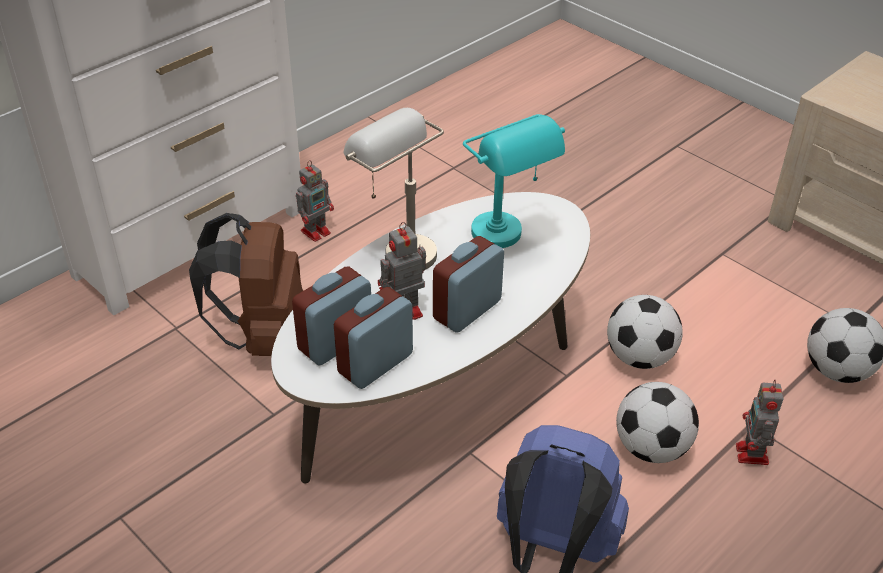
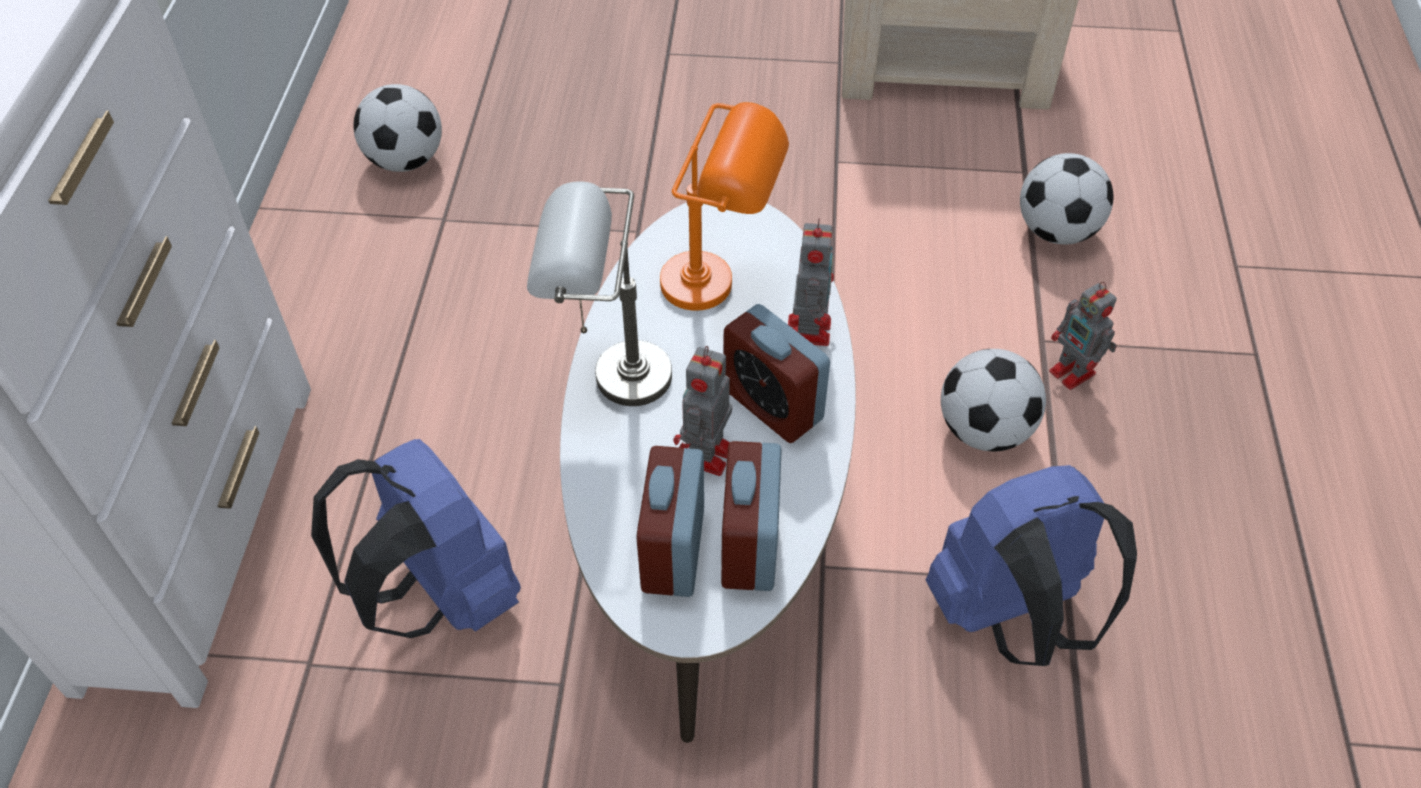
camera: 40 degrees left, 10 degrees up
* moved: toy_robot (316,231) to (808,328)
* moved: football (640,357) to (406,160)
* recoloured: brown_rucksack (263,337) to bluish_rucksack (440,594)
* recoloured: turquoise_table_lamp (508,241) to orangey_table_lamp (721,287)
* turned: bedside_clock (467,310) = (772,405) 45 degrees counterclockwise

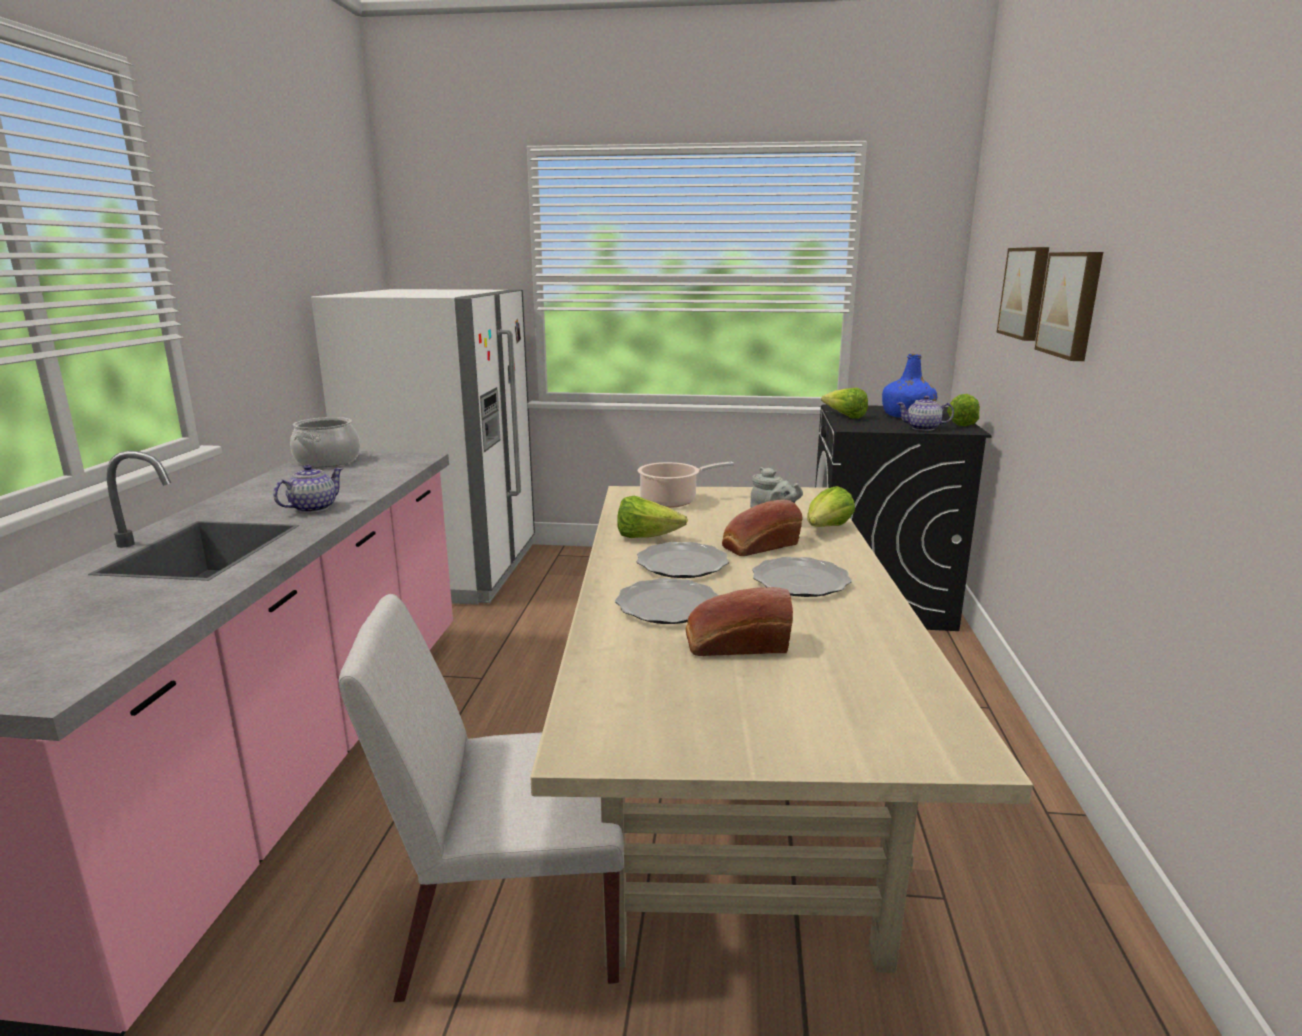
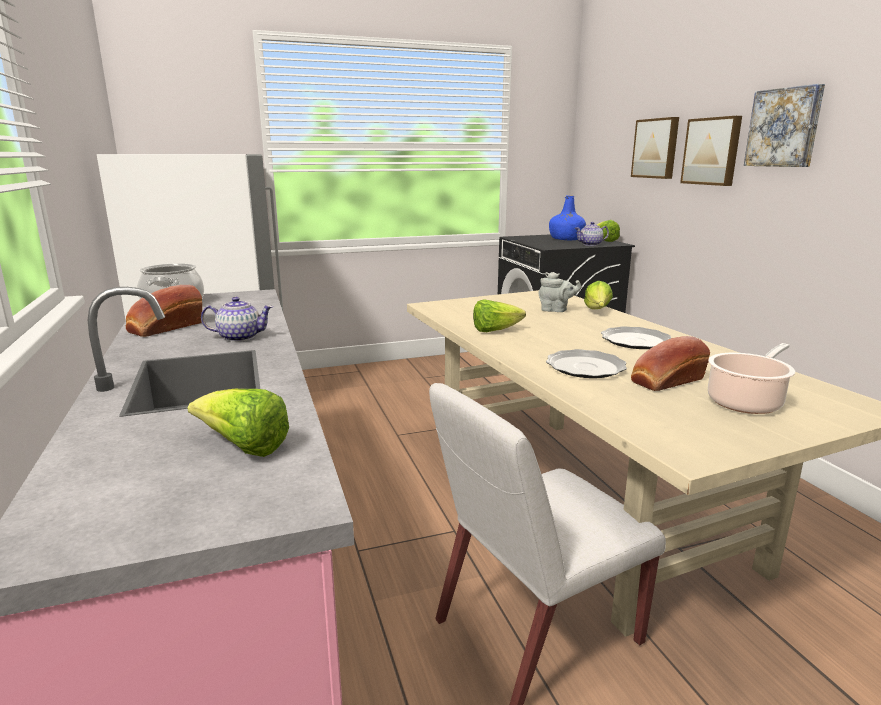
camera: 25 degrees left, 0 degrees up
* removed: flat_dish (682,564)
* added: picture (784,128)
* moved: stockpot (672,501) to (746,402)
* moved: baked_bread (758,546) to (164,328)
* moved: lettuce (845,417) to (244,447)
* turned: teapot (312,508) = (239,337) 75 degrees clockwise

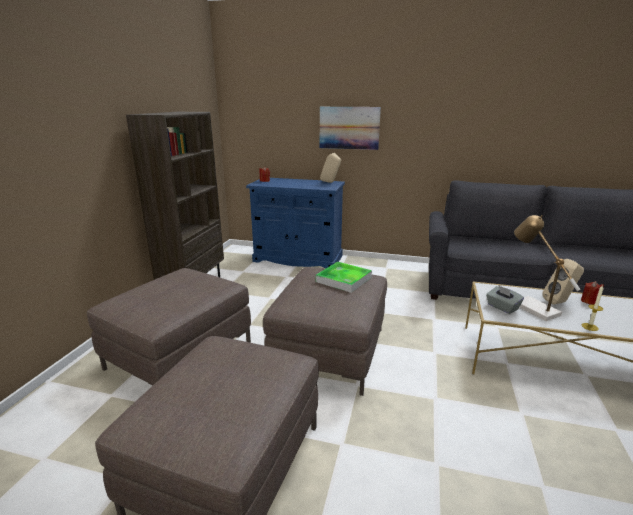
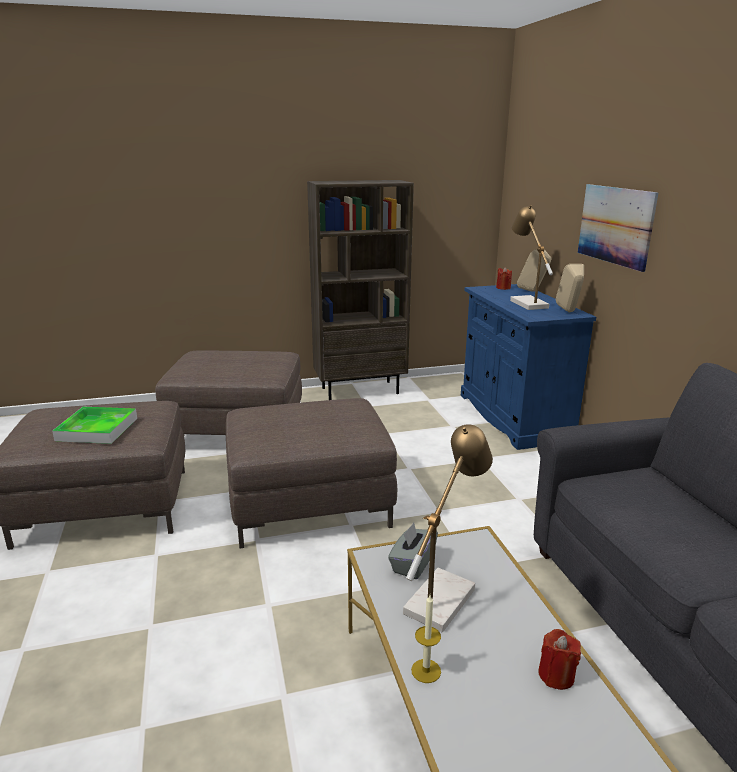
camera: 60 degrees right, 0 degrees up
* added: table_lamp (525,303)
* moved: tray (344,279) to (97,429)
* moved: beige_loudspeaker (559,302) to (533,291)

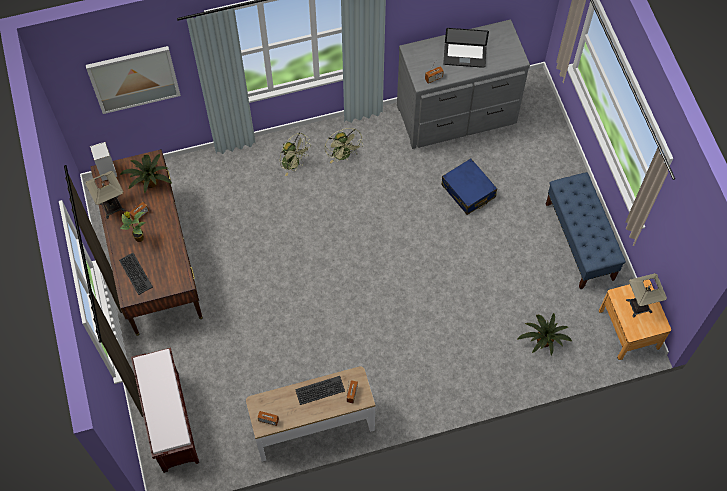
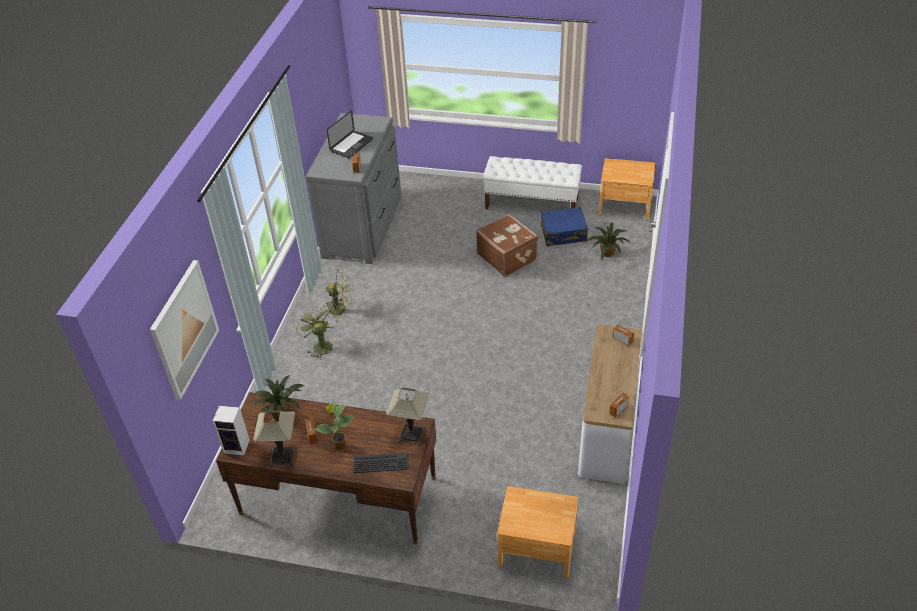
camera: 60 degrees left, 20 degrees down
* removed: keyboard (320,391)
* added: brown_travel_case (507,257)
* moved: bluish_travel_case (468,191) to (563,233)
* moved: table_lamp (639,306) to (411,435)
* replaced: brown_bench (170,421) to brown_night_table (536,548)
* recoloured: bluish_bench (579,241) to white_bench (532,203)
* turned: green_cooling_fan (294,163) = (320,345) 90 degrees counterclockwise

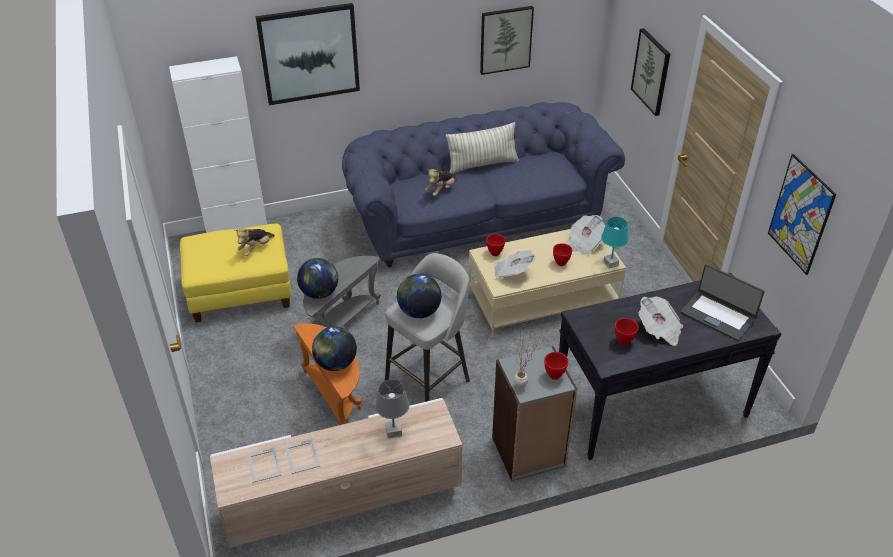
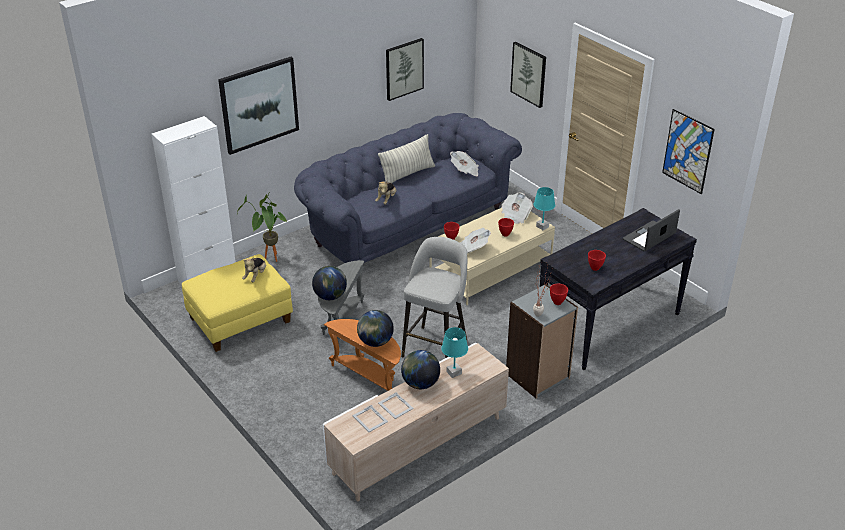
camera: 20 degrees left, 5 degrees down
* added: plant_in_a_pot (270,259)
* moved: globe (419,311) to (420,383)
* moved: daily_paper (659,330) to (465,170)
* recoloured: grey_table_lamp (394,431) to turquoise_table_lamp (454,372)
* turned: notebook_computer (718,315) = (649,237) 120 degrees clockwise

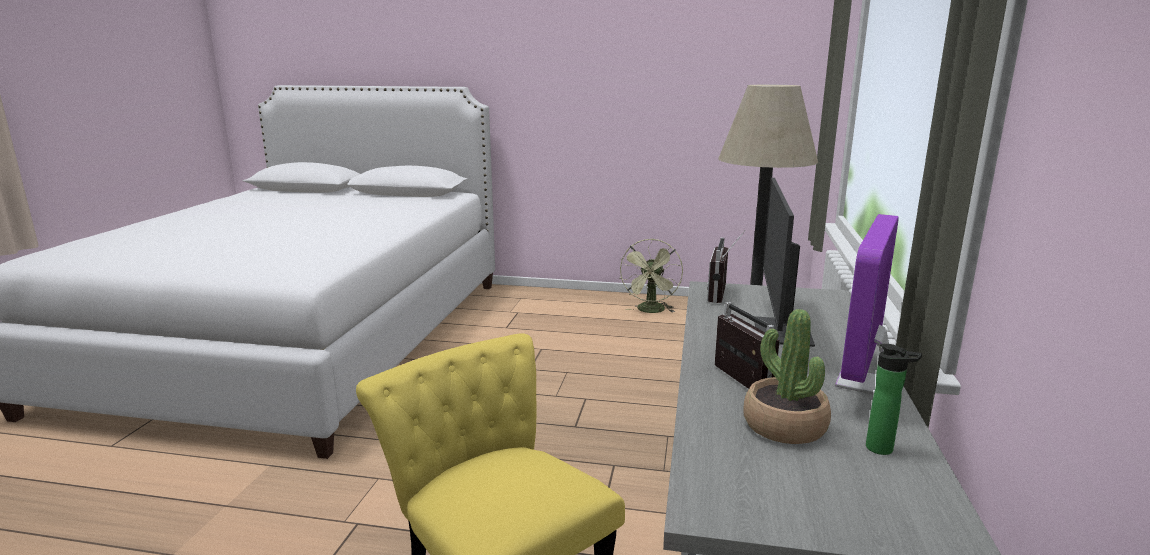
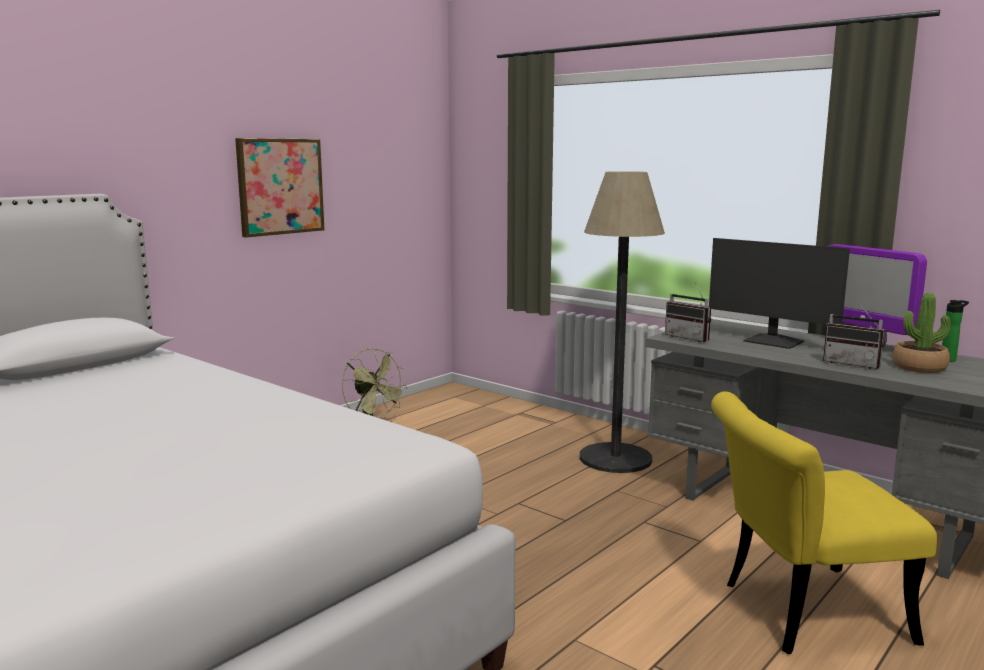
camera: 60 degrees left, 5 degrees down
* added: picture (280,186)
* turned: radio (734,382) = (853,363) 150 degrees counterclockwise

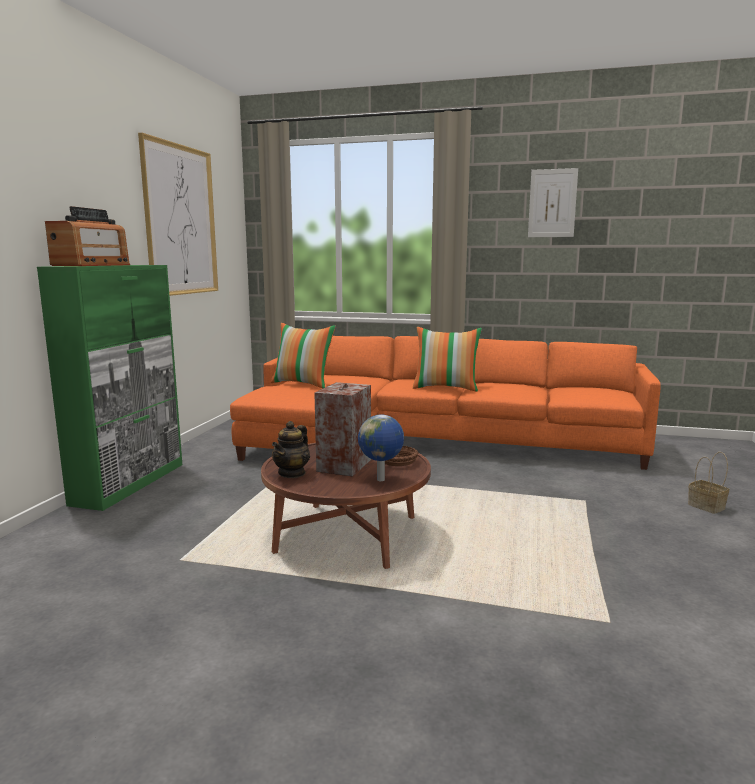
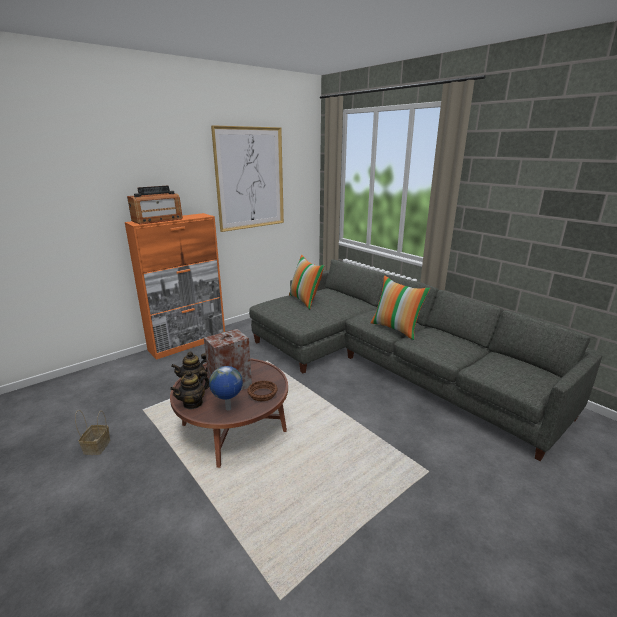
camera: 35 degrees right, 10 degrees up
* removed: picture (552,203)
* added: teapot (193,403)
* moved: household_basket (707,506) to (97,447)
* recoloured: green_cabinet (130,483) to orangey_cabinet (188,343)
* recoloured: orangey_settee (426,442) to grey_settee (385,362)

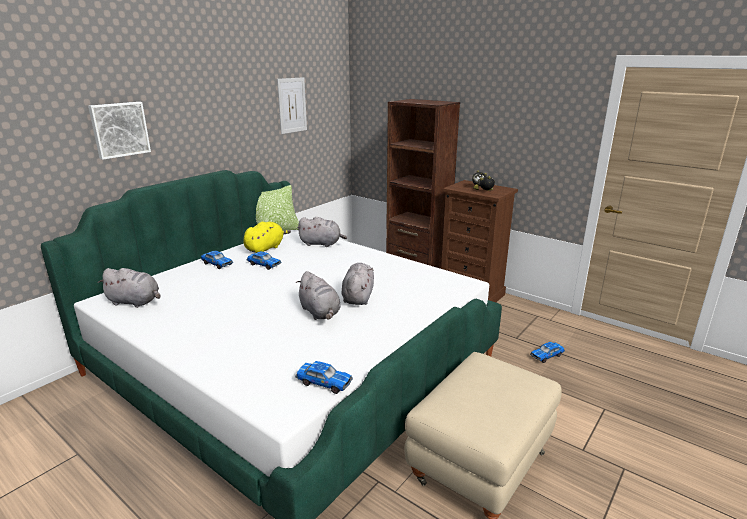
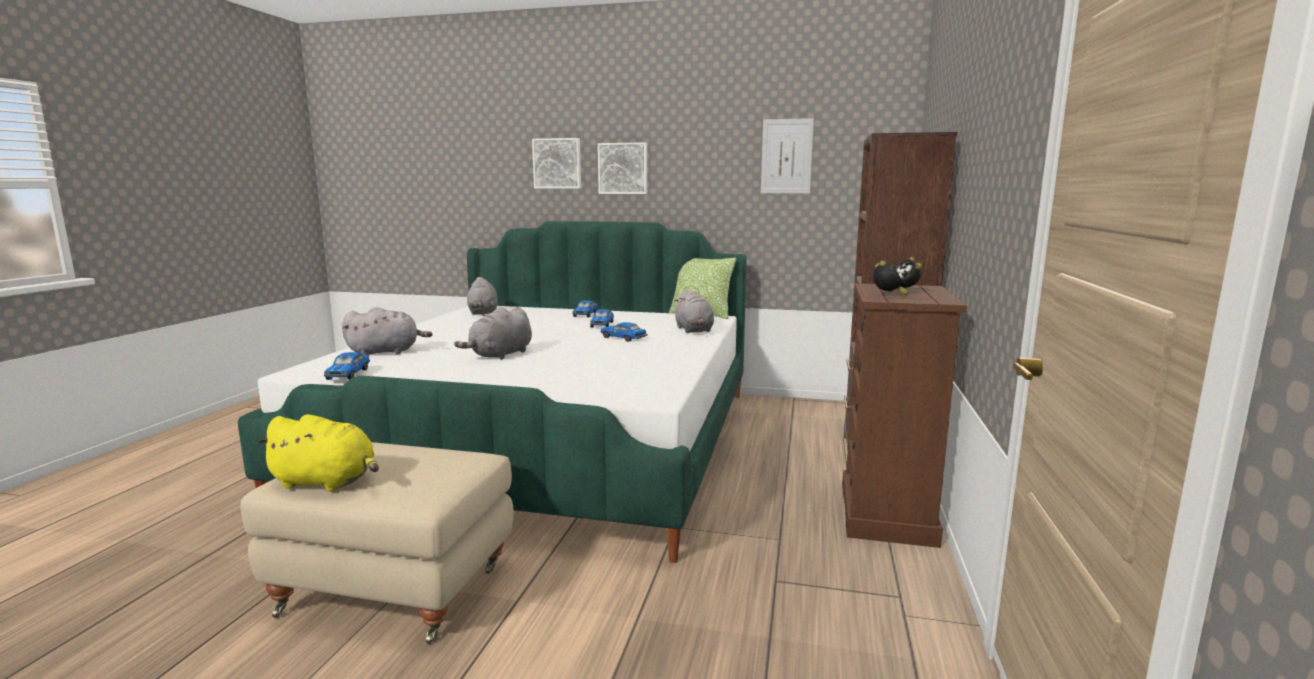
camera: 65 degrees right, 10 degrees down
* added: picture (623,168)
* moved: yellow-coloured_soft_toy (265,248) to (327,482)
* moved: grey_soft_toy (358,296) to (386,352)
* moved: toy_car (547,355) to (623,338)

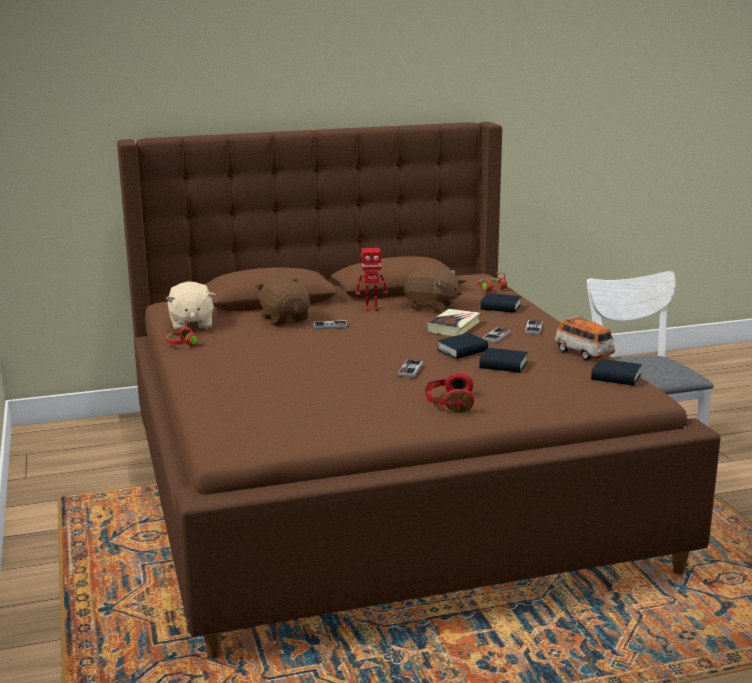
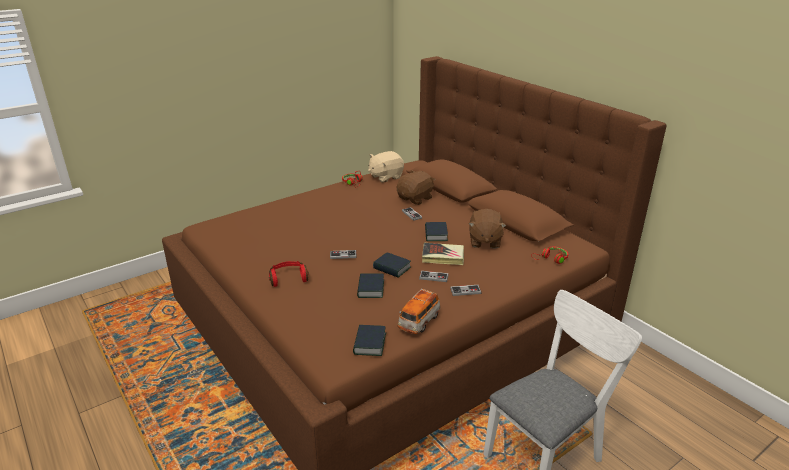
camera: 70 degrees right, 10 degrees up
* removed: toy_robot (371,309)
* moved: bound_book (500,307) to (436,234)

